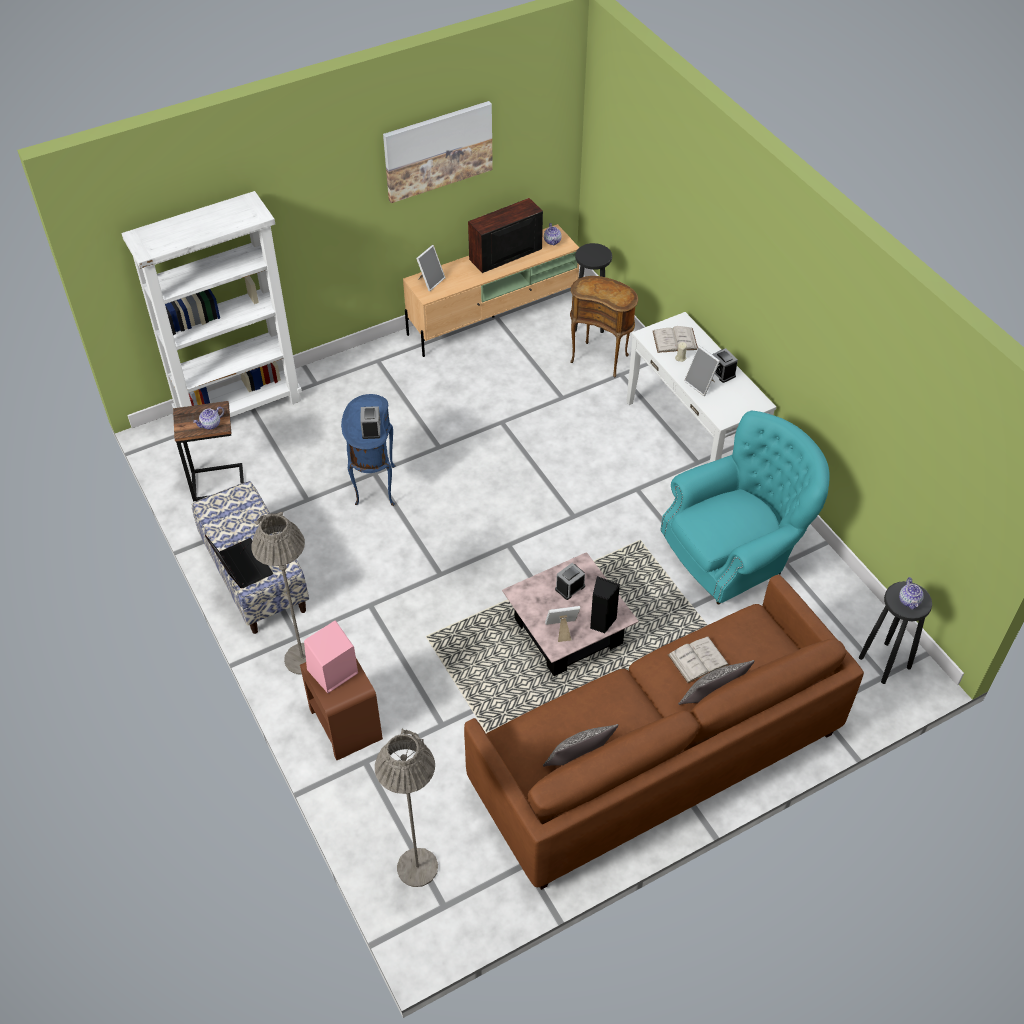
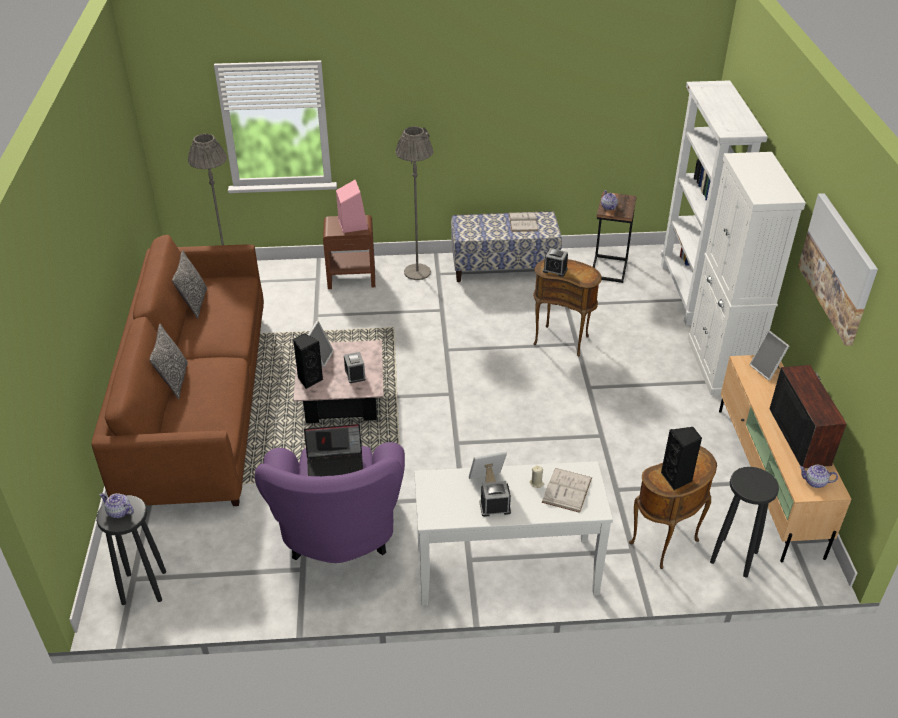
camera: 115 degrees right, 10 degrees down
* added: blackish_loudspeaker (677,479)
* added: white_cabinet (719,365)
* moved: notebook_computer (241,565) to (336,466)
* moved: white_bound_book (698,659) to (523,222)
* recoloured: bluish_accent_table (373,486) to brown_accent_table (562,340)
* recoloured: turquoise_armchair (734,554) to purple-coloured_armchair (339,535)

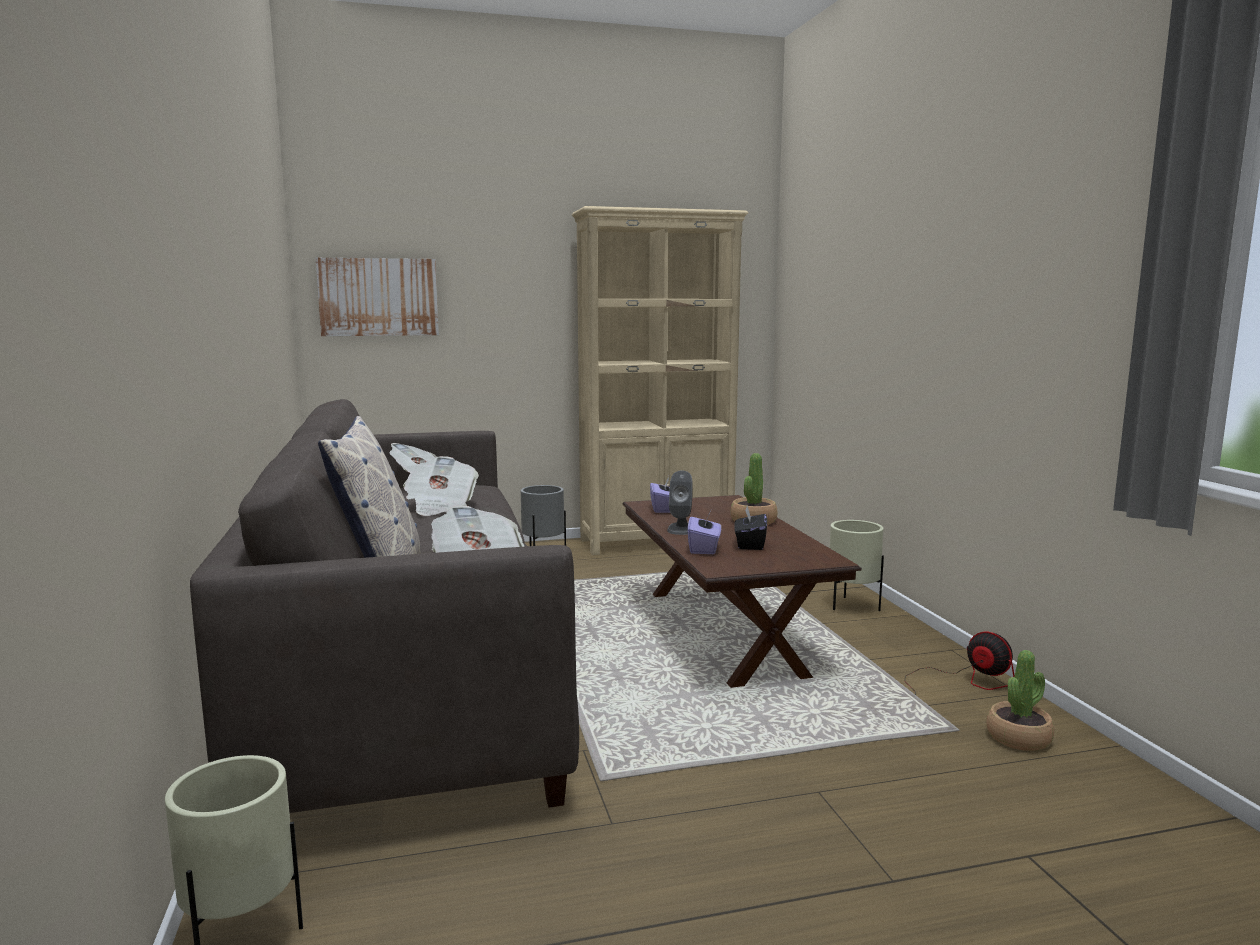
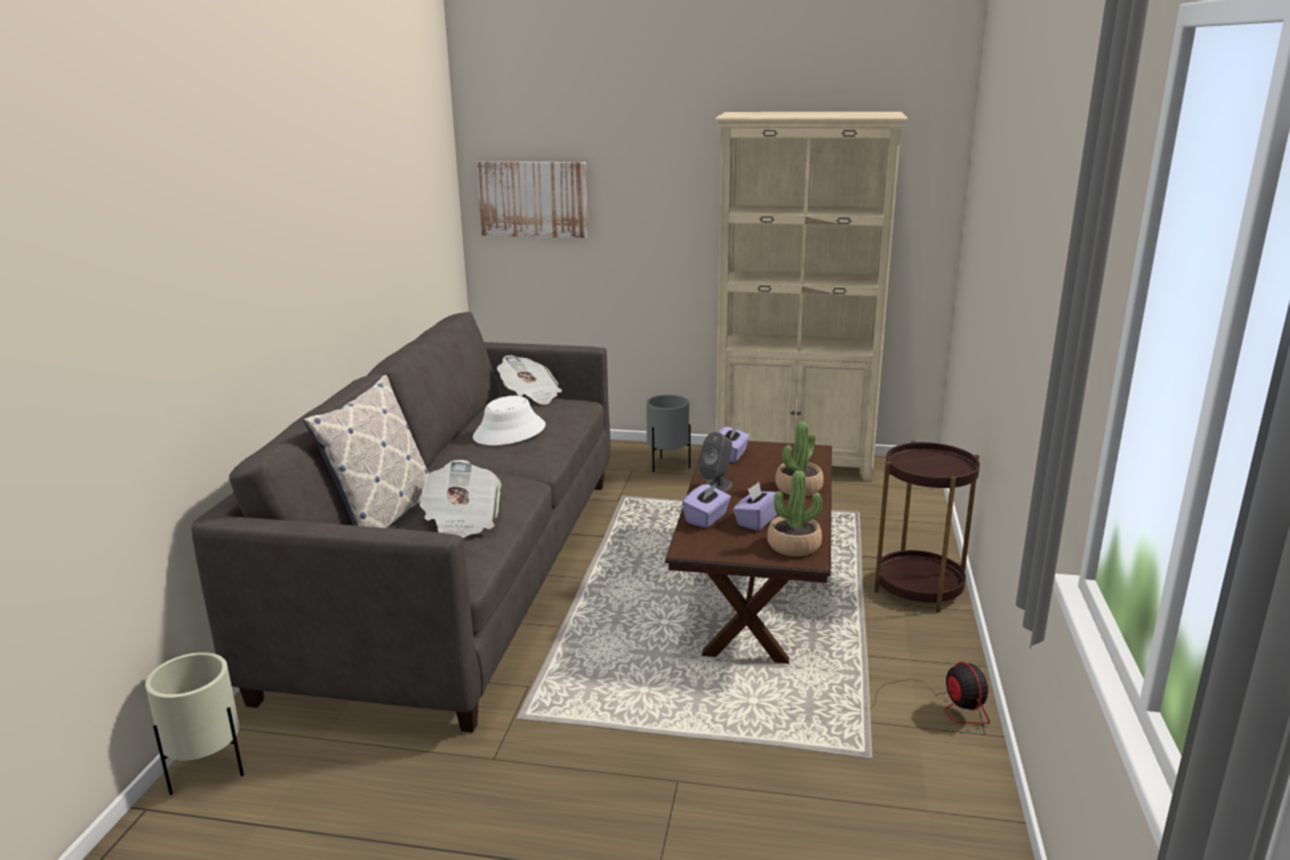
camera: 25 degrees right, 10 degrees up
* moved: plant_in_a_pot (1018,738) to (794,546)
* replaced: daily_paper (440,506) to white_clothing_hat (509,432)
* replaced: beige_planter (853,606) to brown_accent_table (919,587)
* recoloured: blackish_box_of_tissues (750,544) to purple-coloured_box_of_tissues (756,521)

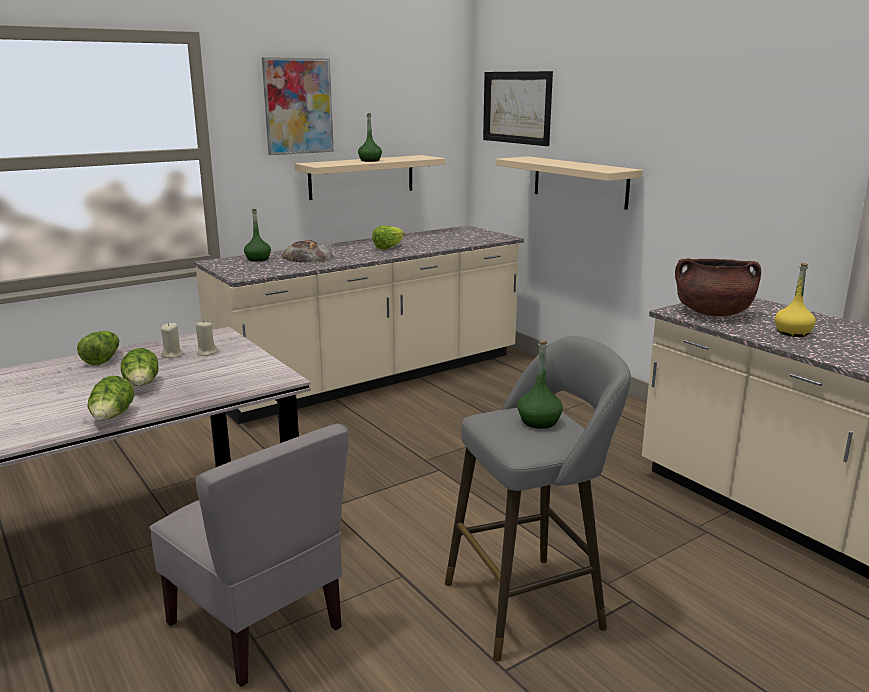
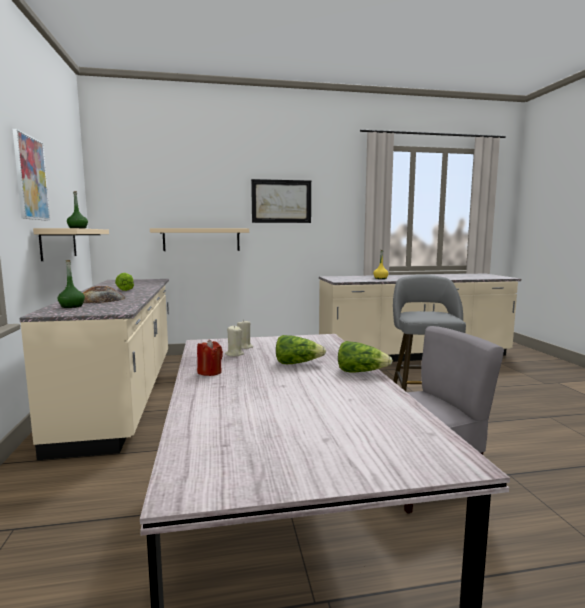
camera: 65 degrees left, 10 degrees down
* removed: green_drink_bottle (539,421)
* removed: brown_stockpot (712,313)
* moved: picture (517,107) to (281,201)
* replaced: lettuce (102,359) to red_wax_light (209,372)

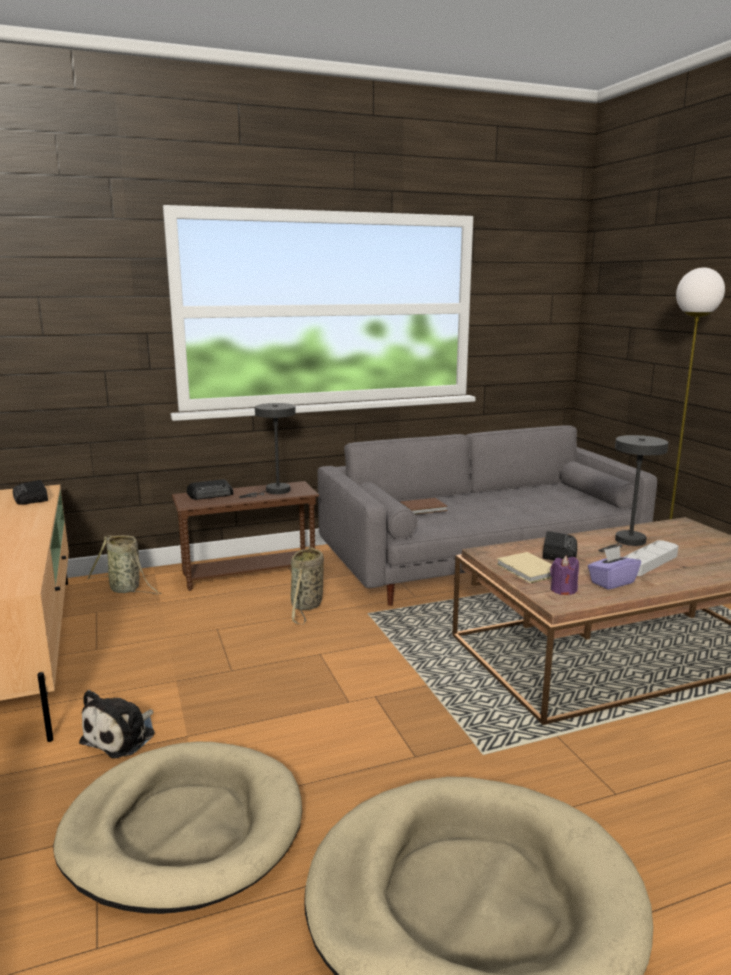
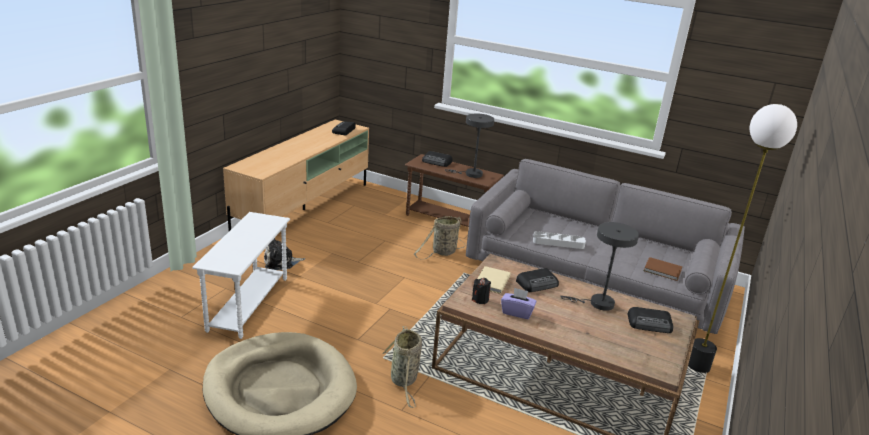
camera: 45 degrees right, 10 degrees up
* added: radio (650,324)
* moved: household_basket (127,589) to (404,380)
* moved: brown_bound_book (425,508) to (663,271)
* moved: grey_tray (648,562) to (558,243)
* replaced: beige_dog_bed (184,829) to white_accent_table (248,304)
* recoloured: purple-coloured_wax_light (563,590) to blackish_wax_light (480,299)

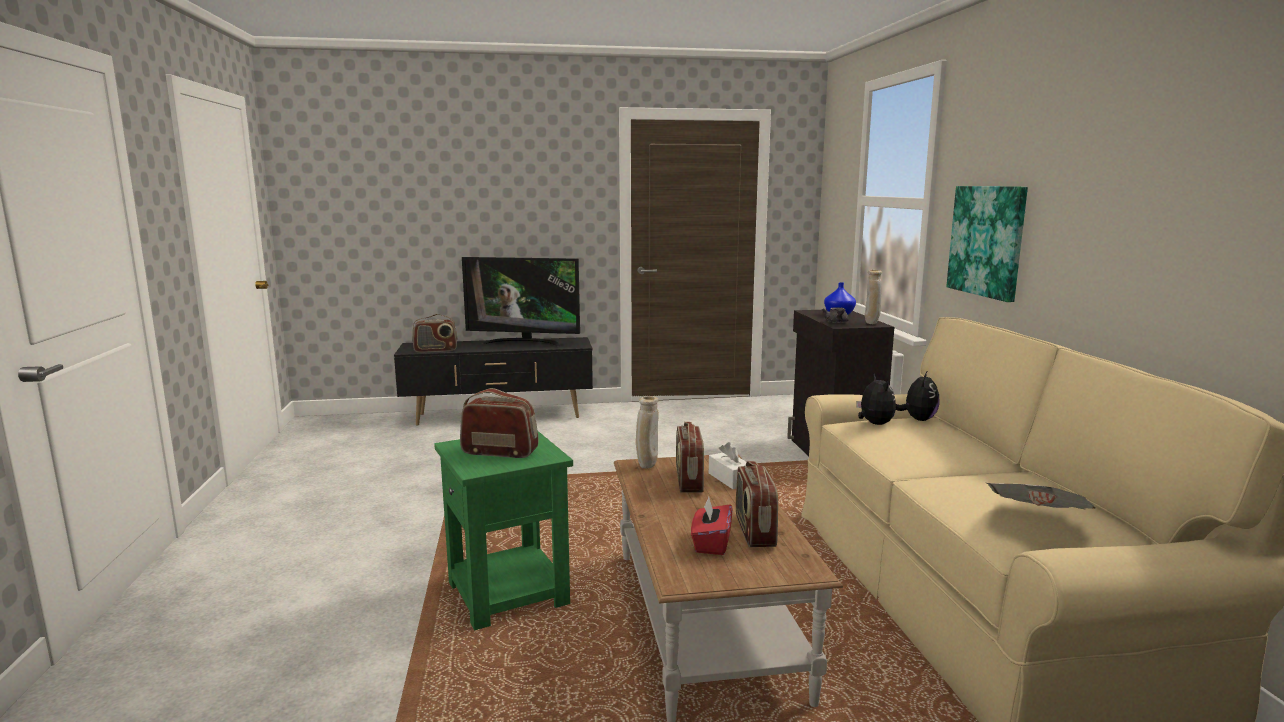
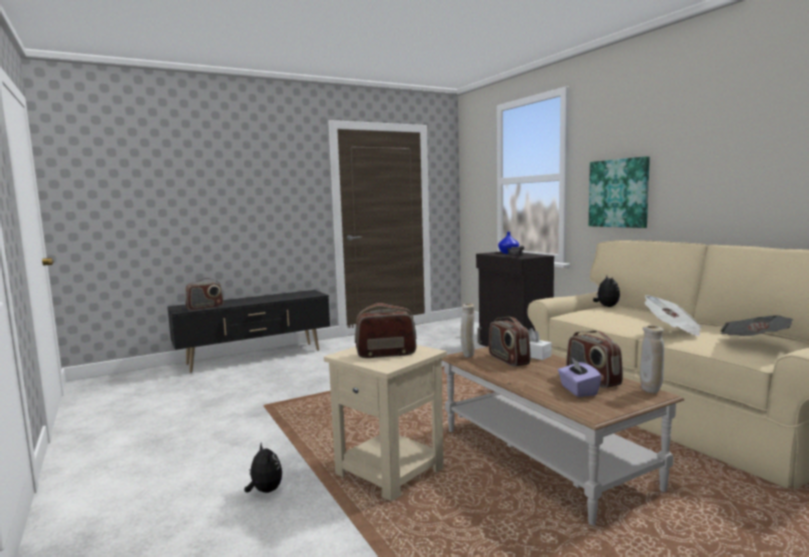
camera: 20 degrees left, 5 degrees down
* removed: TV_set (524,342)
* added: daily_paper (673,330)
* moved: soft_toy (874,424) to (265,491)
* moved: beige_flower_vase (871,323) to (651,391)
* recoloured: green_accent_table (508,595) to beige_accent_table (390,472)
* recoloured: red_box_of_tissues (711,543) to purple-coloured_box_of_tissues (578,390)

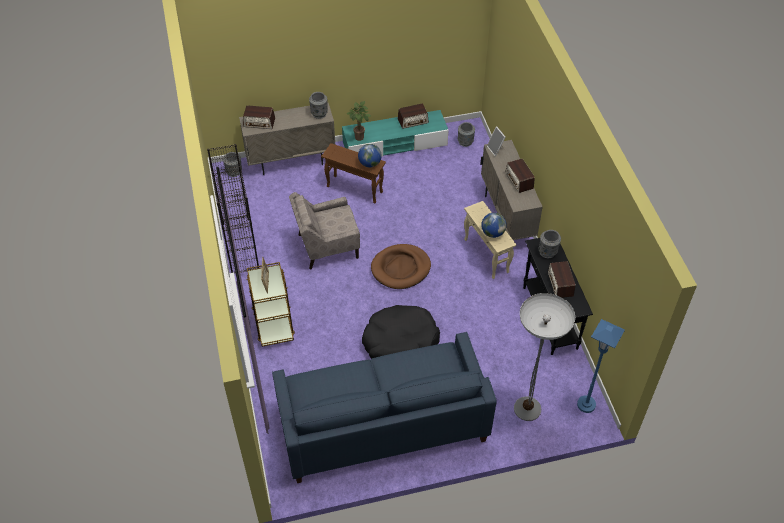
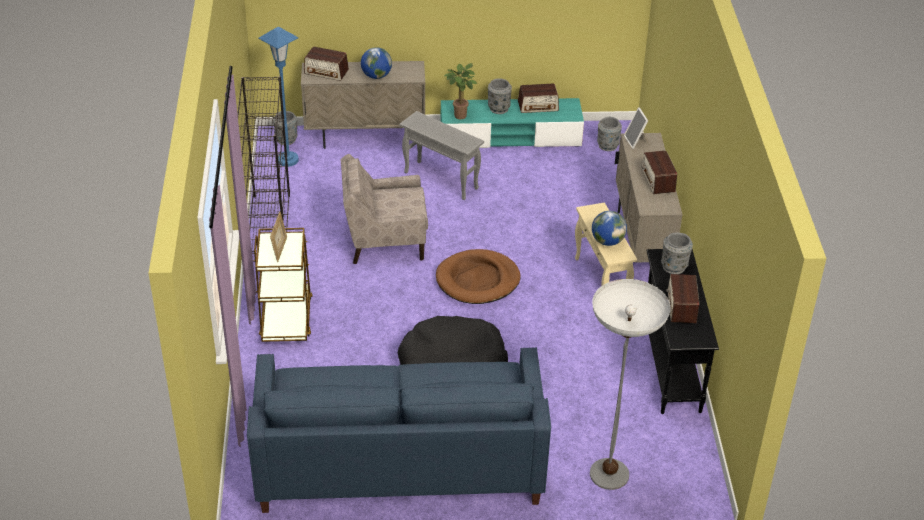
camera: 10 degrees right, 10 degrees down
* moved: grey_flower_vase (319,113) to (498,108)
* moved: globe (370,163) to (376,76)
* moved: bluish_standard_lamp (586,405) to (288,160)
* recoloured: brown_accent_table (354,189) to grey_accent_table (441,180)

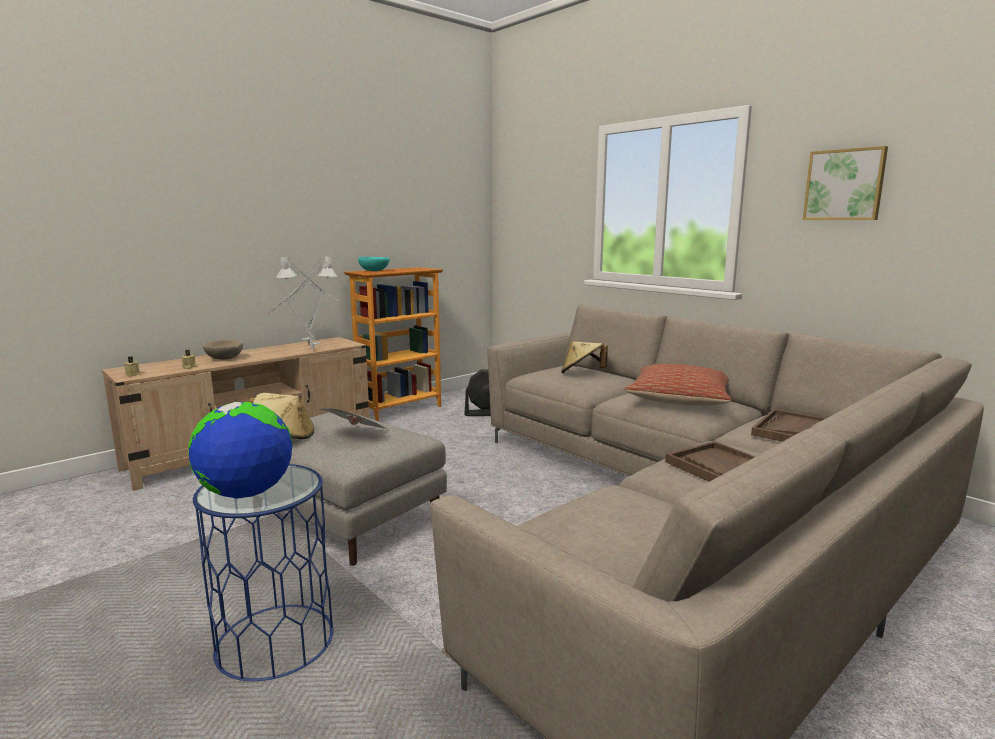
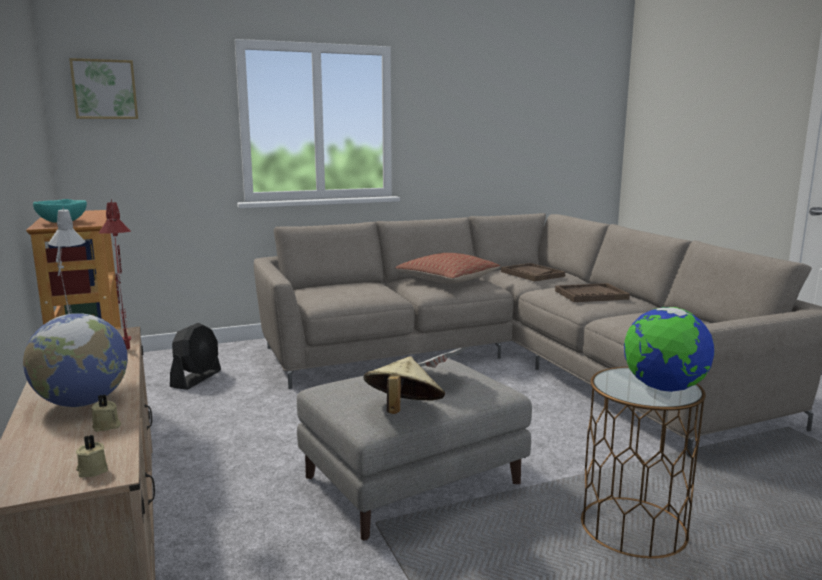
camera: 70 degrees left, 0 degrees up
* removed: beige_clothing_hat (582,373)
* moved: picture (844,185) to (105,89)
* replaced: beige_deep_dish (224,359) to globe (82,403)
* recoloured: bluish_accent_table (274,642) to brown_accent_table (633,527)
* recoloured: grey_table_lamp (308,351) to red_table_lamp (127,353)

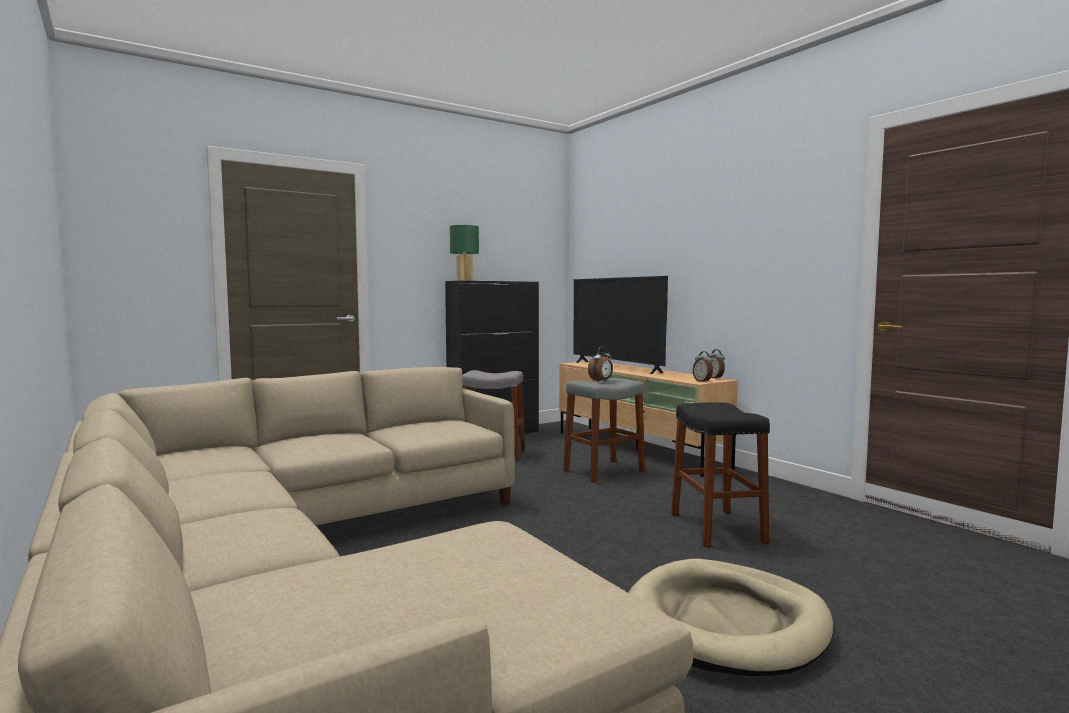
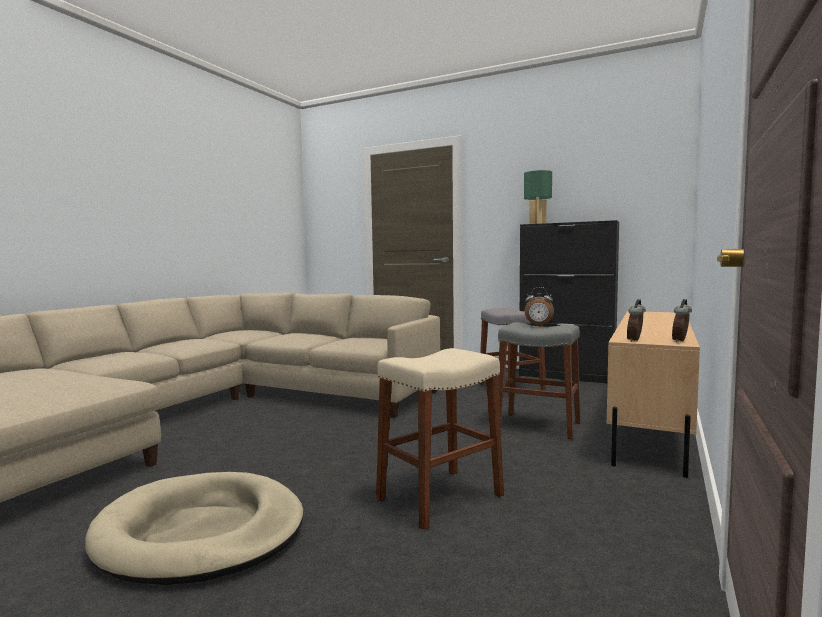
camera: 60 degrees right, 0 degrees up
* removed: TV_set (616,367)
* recoloured: blackish_sitting_stool (717,527) to beige_sitting_stool (440,497)

